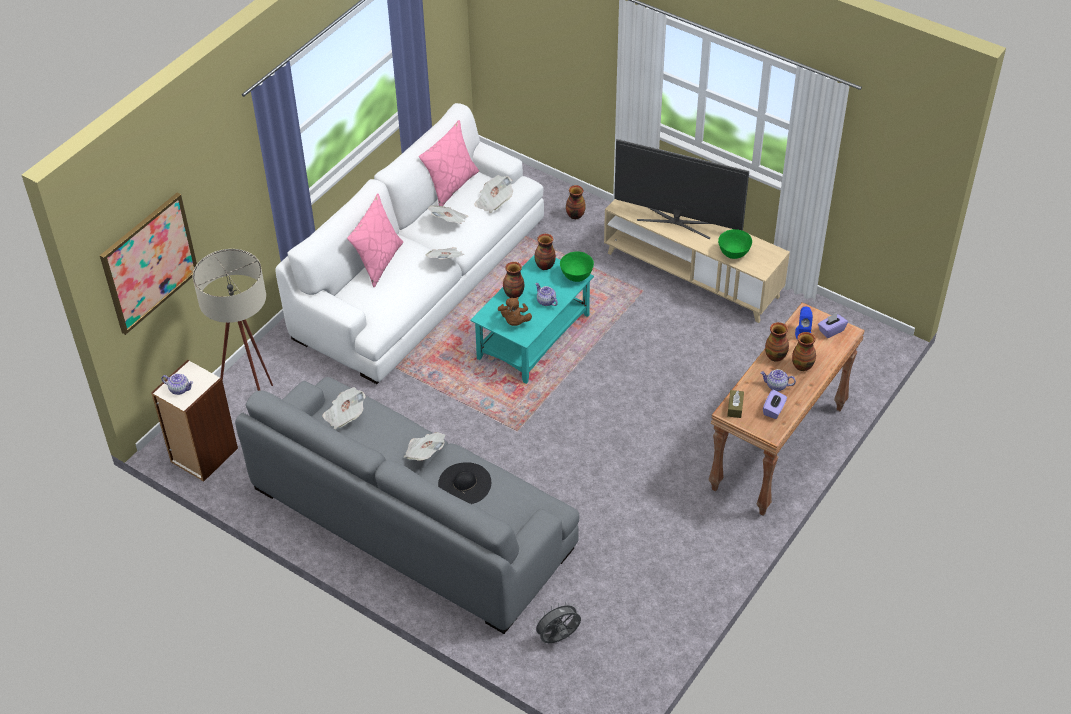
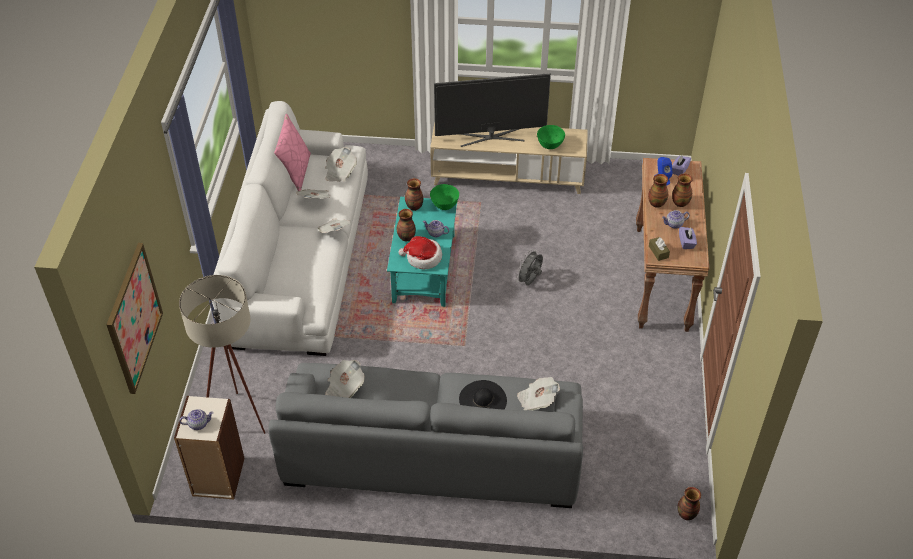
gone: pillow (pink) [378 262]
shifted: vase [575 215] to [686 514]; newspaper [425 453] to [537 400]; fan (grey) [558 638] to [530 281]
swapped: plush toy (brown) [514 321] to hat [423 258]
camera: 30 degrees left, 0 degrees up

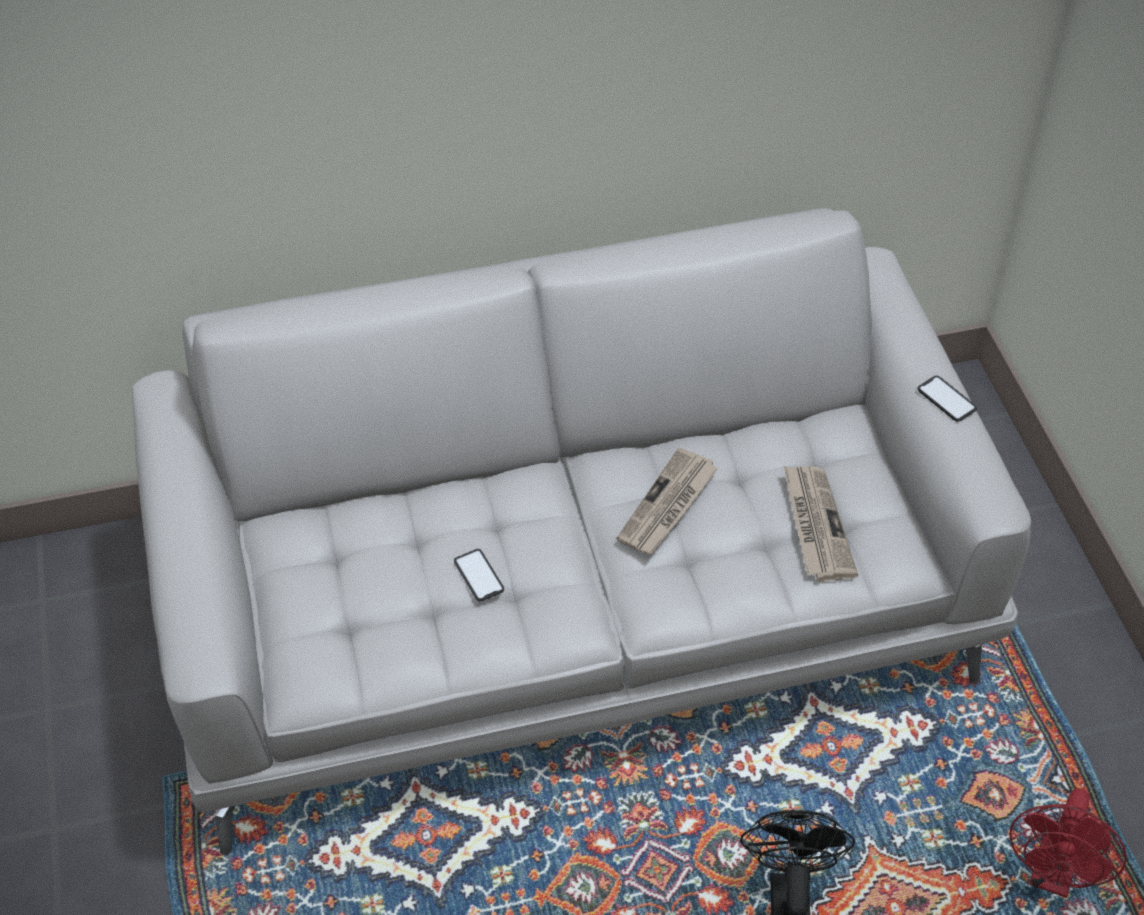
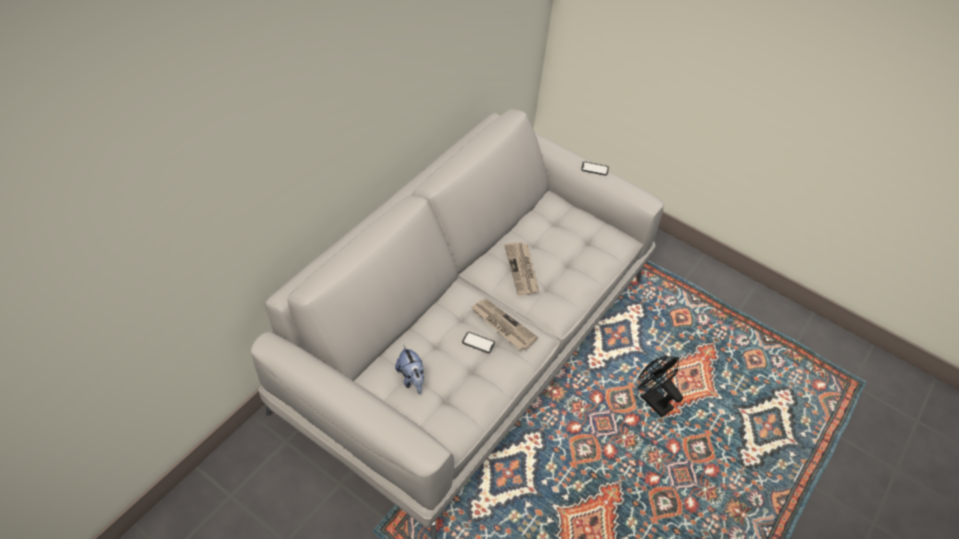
gone: fan (red) [1052 876]
new: plush toy [411 379]
shifted: newspaper [815 525] to [502 325]
camera: 45 degrees left, 0 degrees up

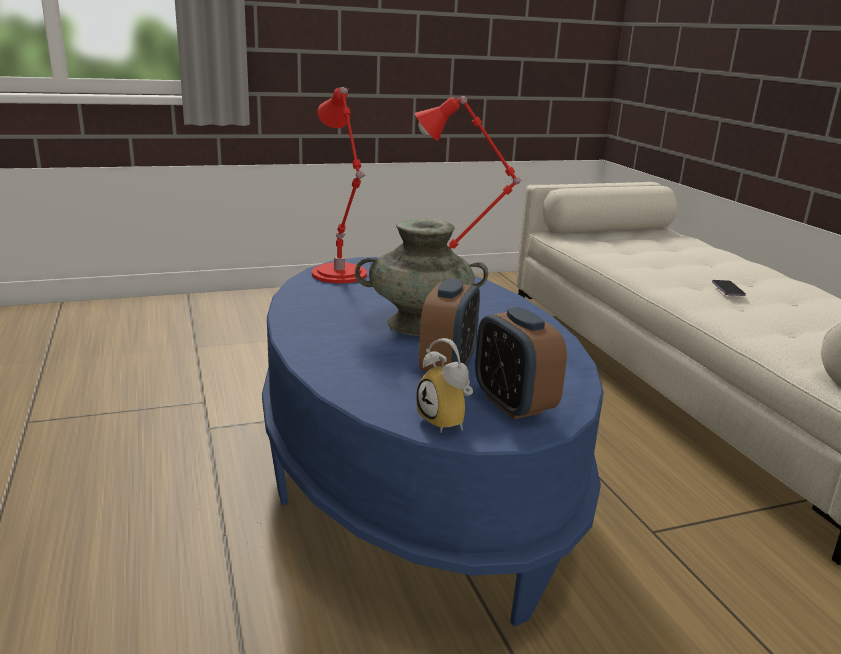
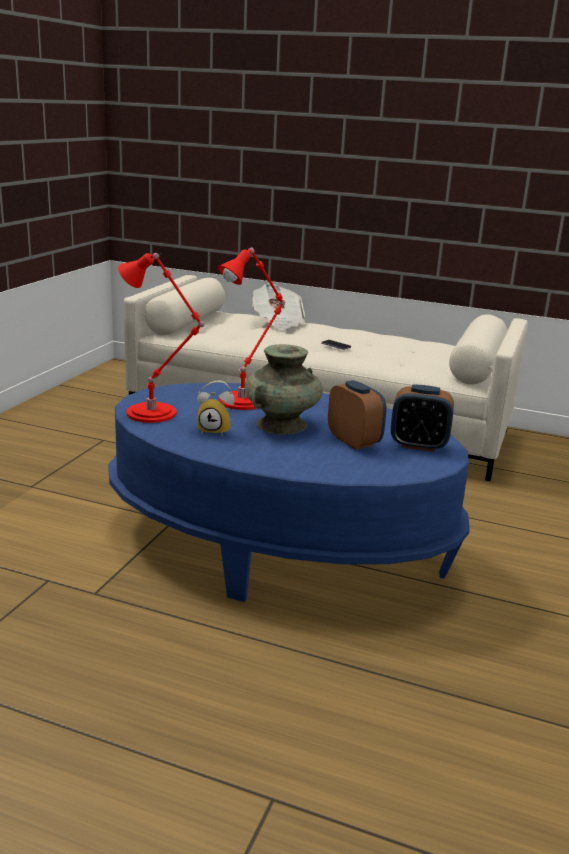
new: newspaper [278 322]
shifted: alarm clock [448 421] to [216 430]
camera: 50 degrees left, 0 degrees up

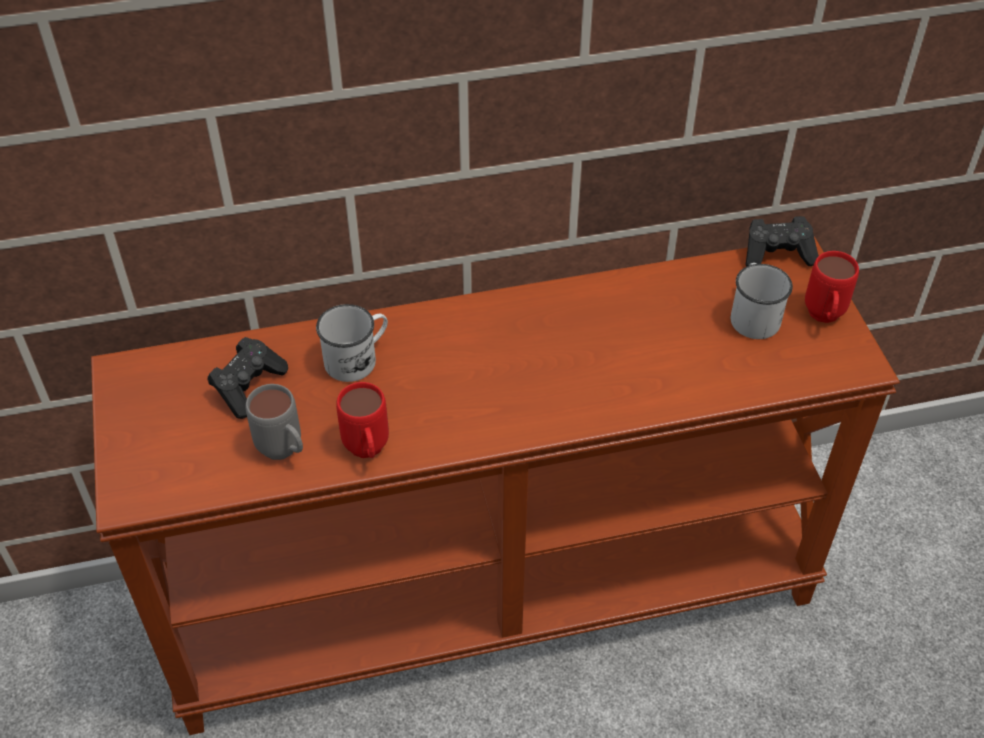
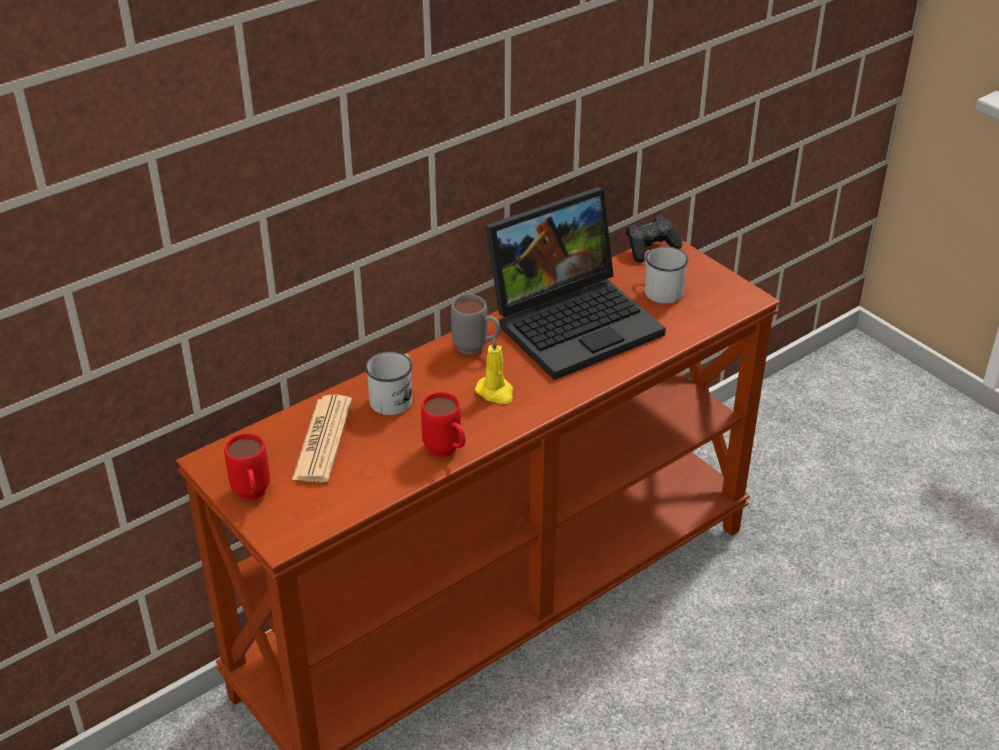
new: laptop [575 321]; candle (yellow) [495 392]
shifted: mug (red) [823 318] to [252 496]; mug (grey) [285 453] to [476 349]
swapped: game controller (black) [248 386] to newspaper [323 440]
camera: 25 degrees left, 10 degrees down

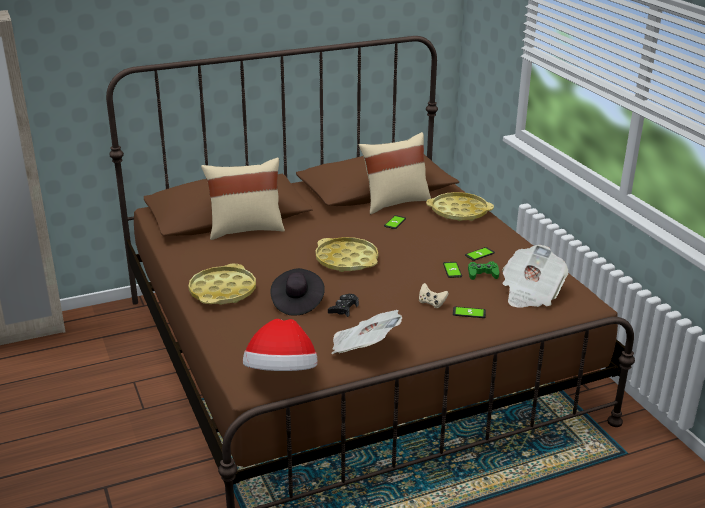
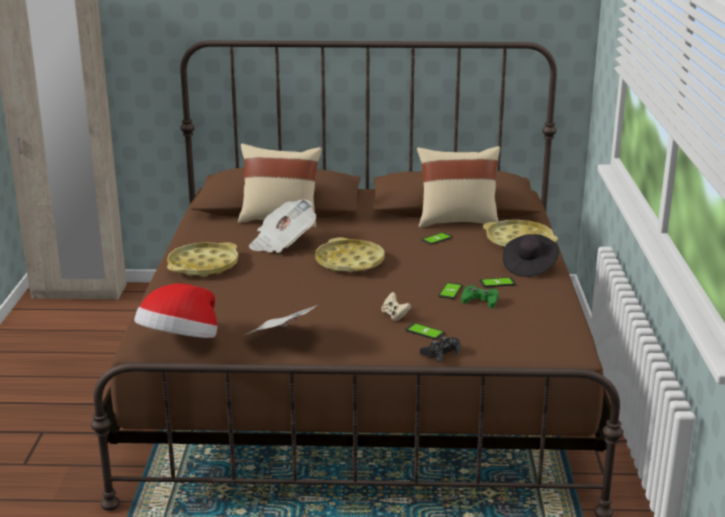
shifted: newspaper [530 293] to [282 243]; hat (black) [297 302] to [529 267]; game controller (black) [343 309] to [441 353]
camera: 25 degrees right, 5 degrees down

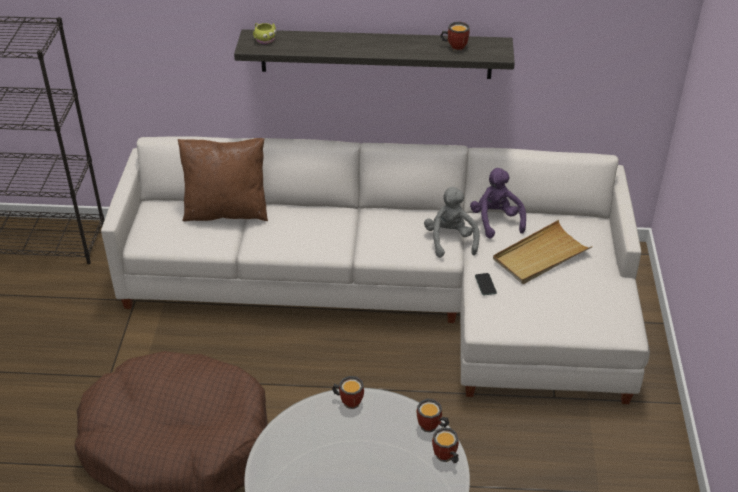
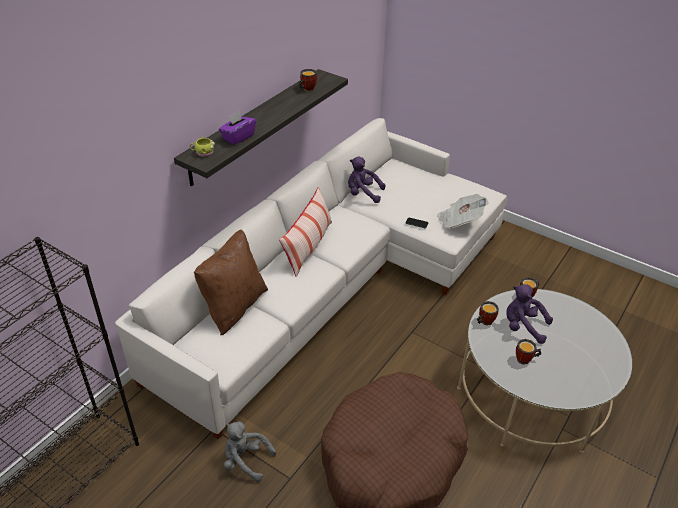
gone: tray (beige) [540 256]
new: tissue box (purple) [238 137]; pillow [308 247]; newspaper [460 220]; plush toy (purple) [523 326]
shifted: plush toy (grey) [450 240] to [245 461]; mug [445 458] to [525 360]
camera: 60 degrees left, 0 degrees up

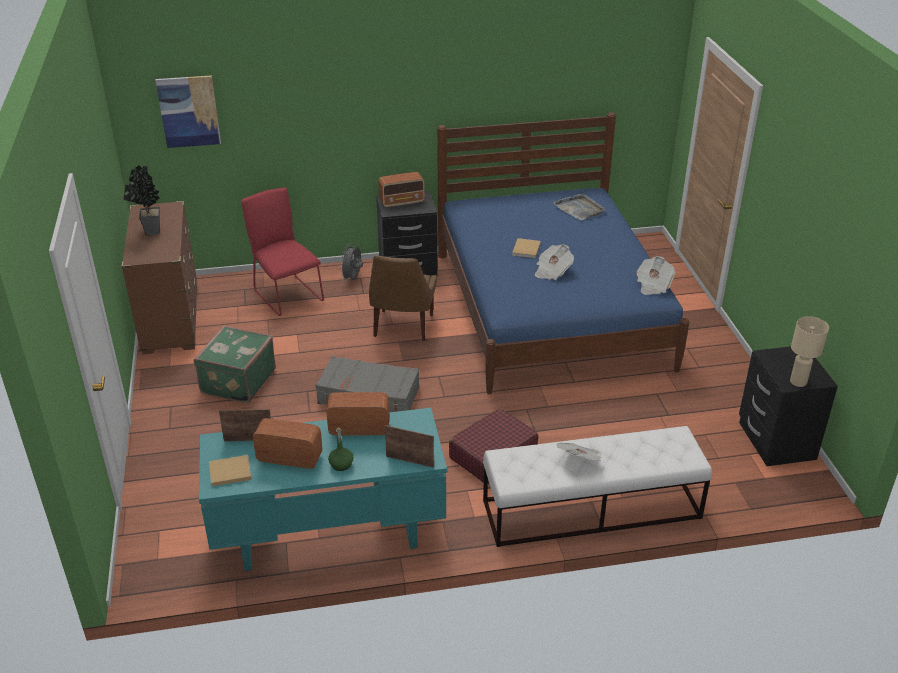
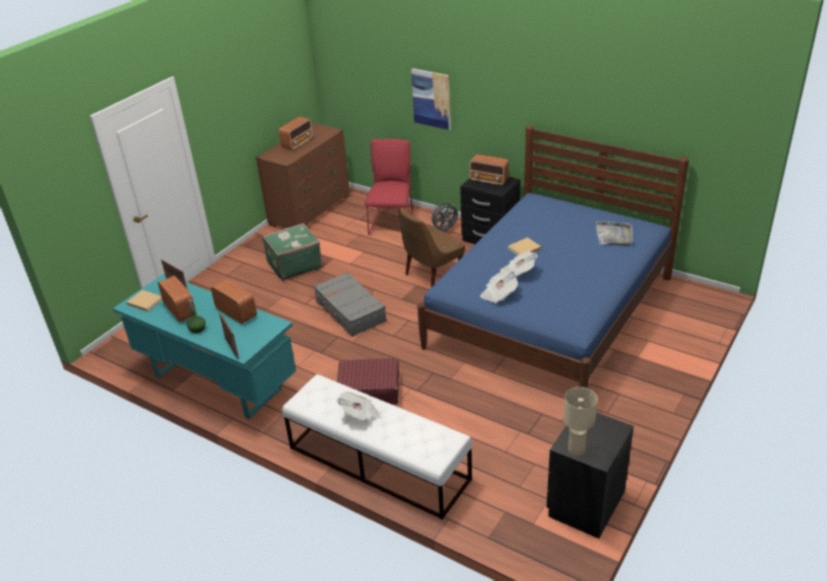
shifted: picture [189 111] to [431 99]; newspaper [653 285] to [498 294]
swapped: potted plant [151 233] to radio [298 143]
camera: 45 degrees right, 0 degrees up

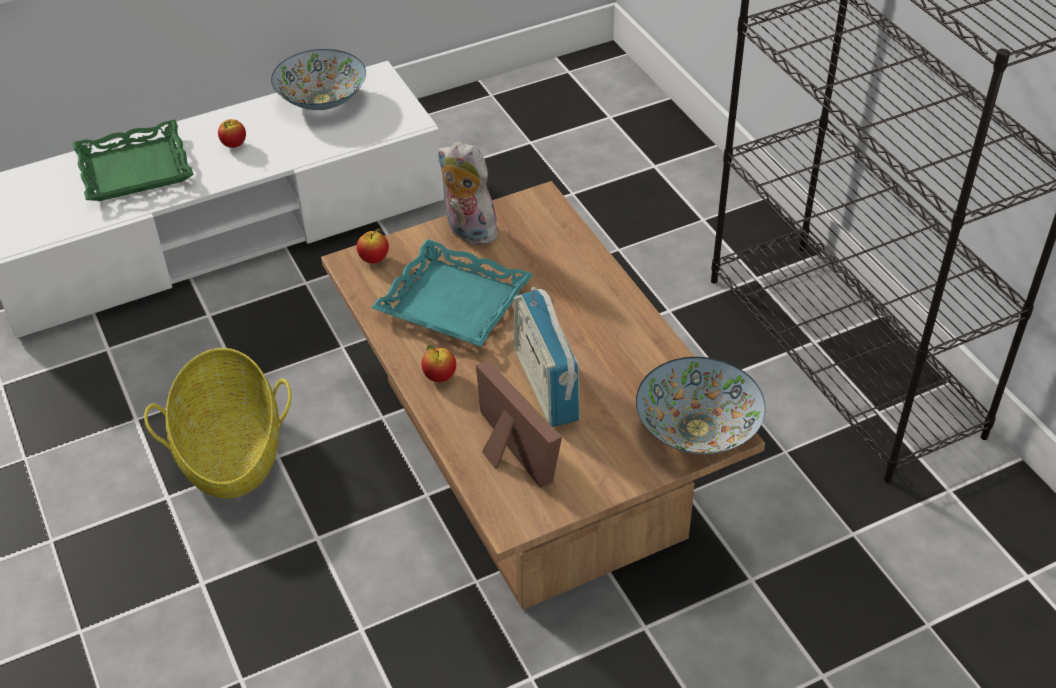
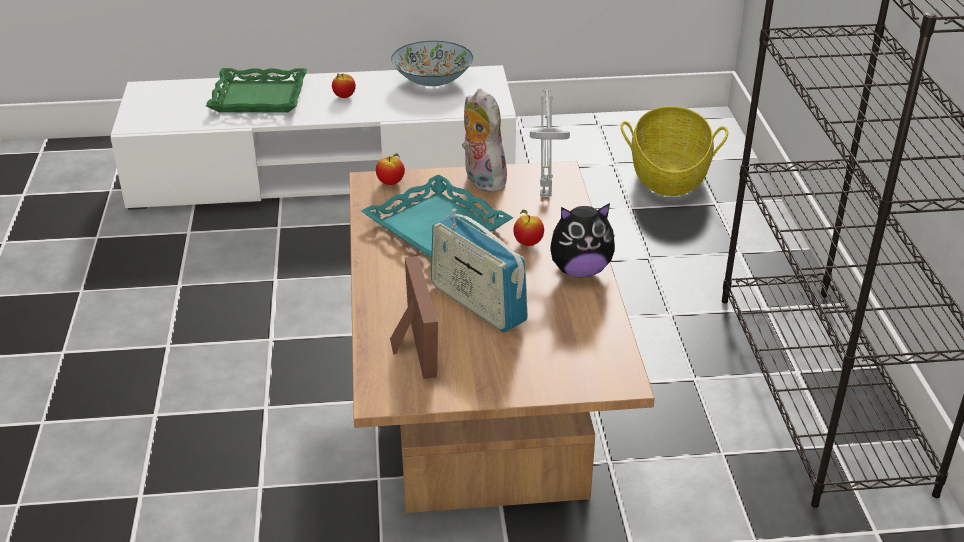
gone: bowl [697 429]
new: table lamp (grey) [545 193]; plush toy [580 270]
shifted: apple [439 377] to [528 243]; basket [230 450] to [669 174]
rotated: radio [546 385] = [478 304] 45 degrees counterclockwise
camera: 20 degrees right, 10 degrees down

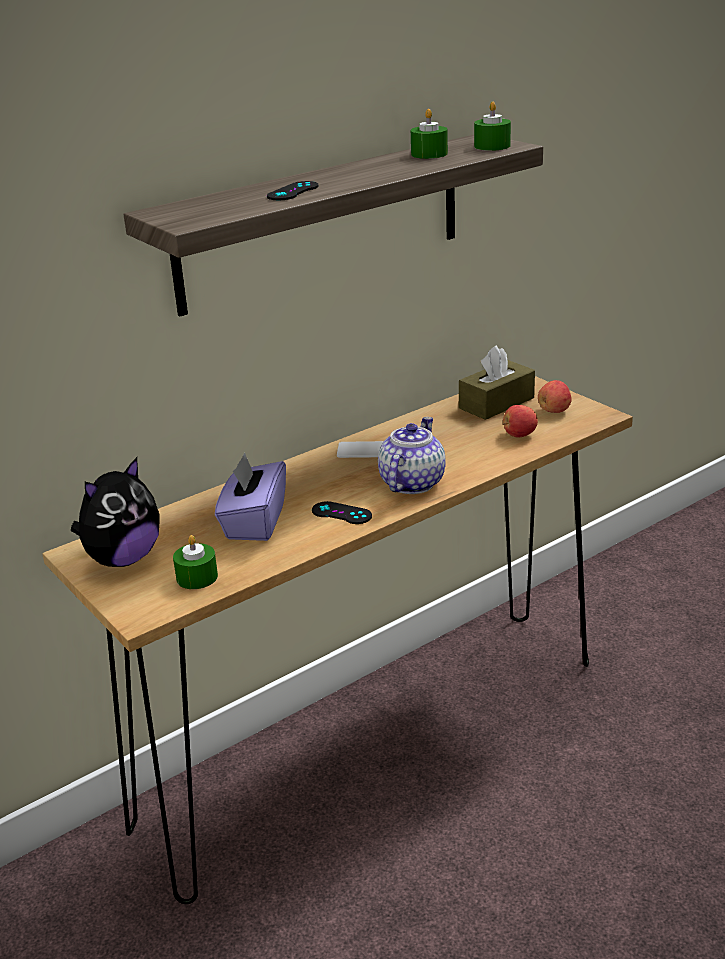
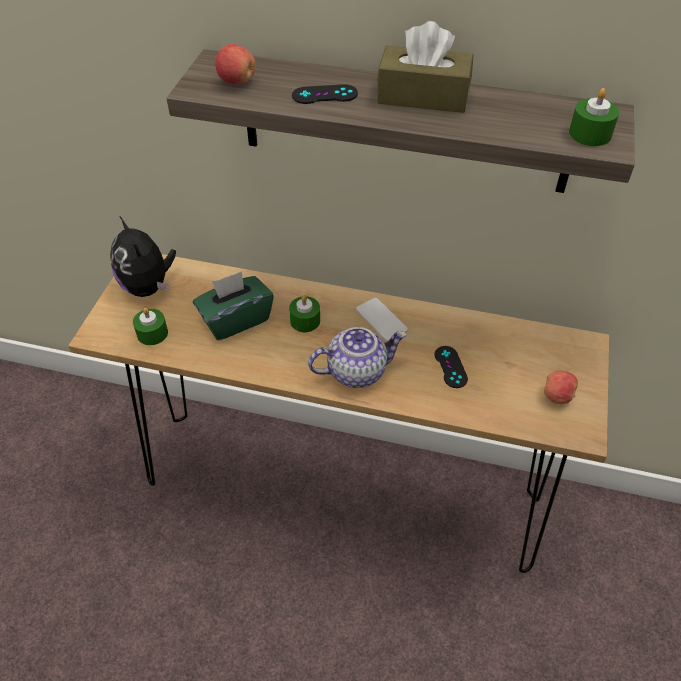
shifted: candle (green) [429 154] to [305 321]; tissue box (brown) [496 403] to [423 96]; apple [519 435] to [237 81]; game controller (black) [341 513] to [450 367]
repainted: tissue box (purple) [254 522] to tissue box (green) [235 320]
rotated: plush toy [123 559] = [148 287] 60 degrees clockwise
camera: 50 degrees right, 20 degrees up

